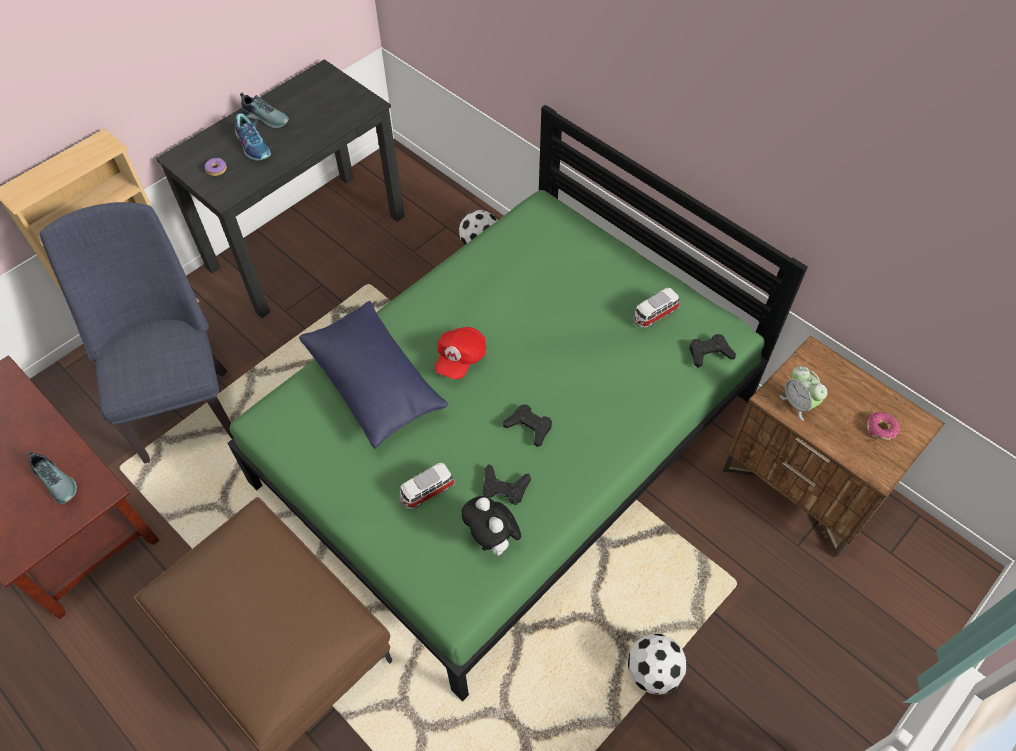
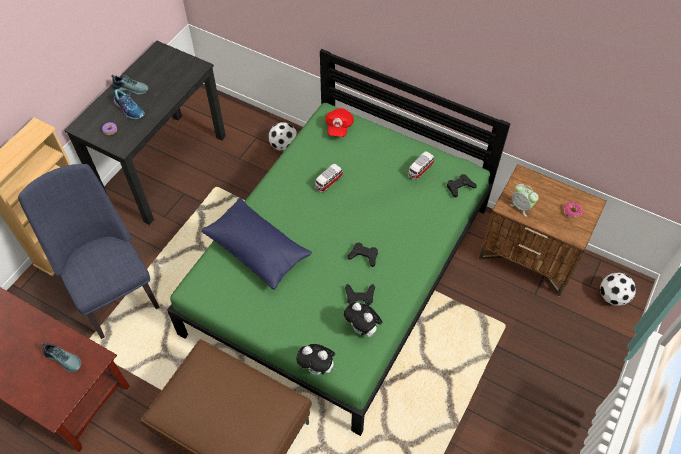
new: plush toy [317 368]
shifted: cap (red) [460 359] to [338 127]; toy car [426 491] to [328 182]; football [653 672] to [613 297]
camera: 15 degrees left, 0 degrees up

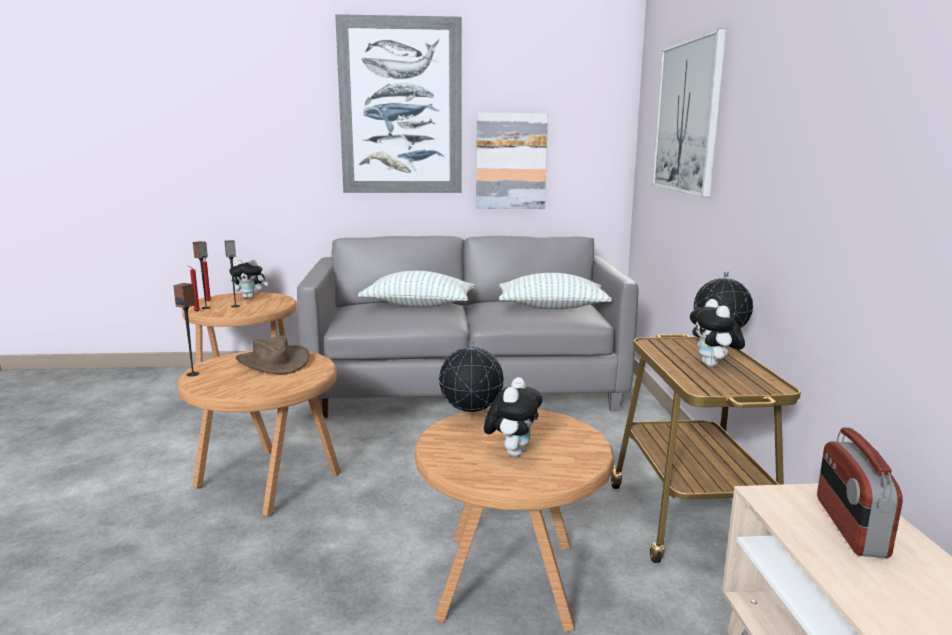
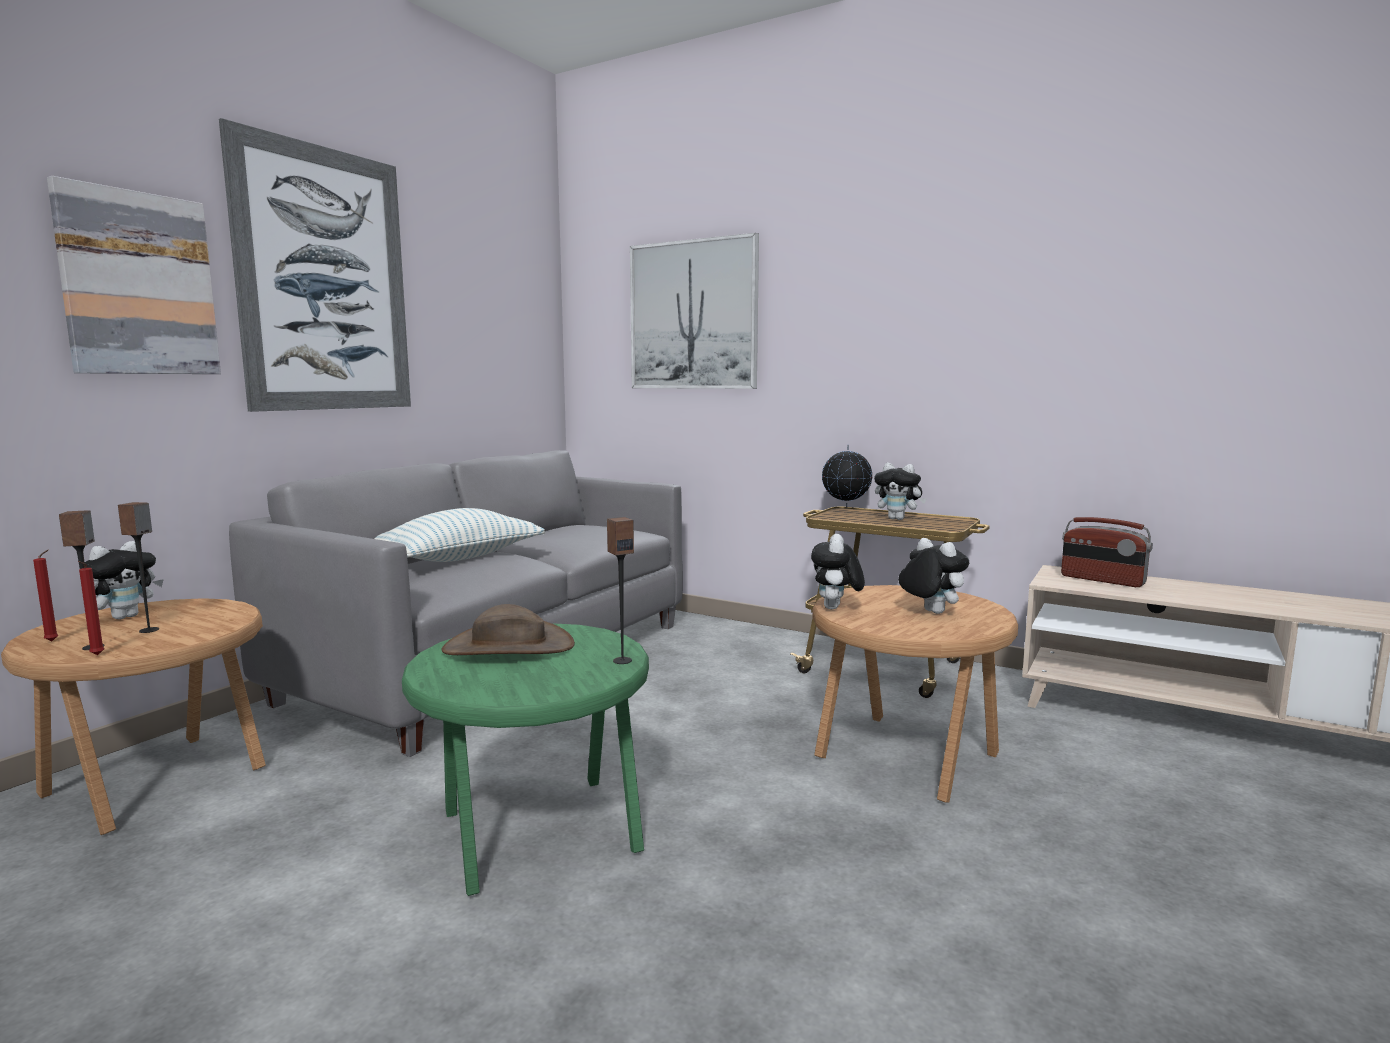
gone: pillow [552 308]
shifted: picture [511 161] to [138 284]; speaker [193 374] to [622 660]
swapped: globe [470 418] to plush toy [835 608]
repainted: side table (brown) [267 480] to side table (green) [535 832]
camera: 55 degrees left, 5 degrees down

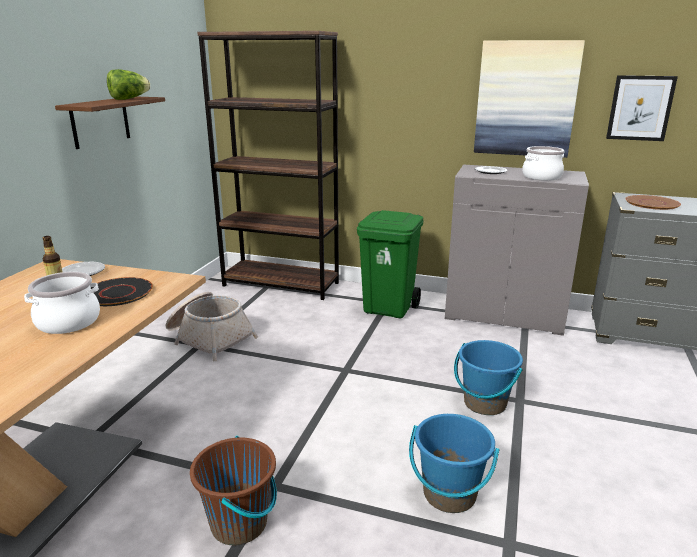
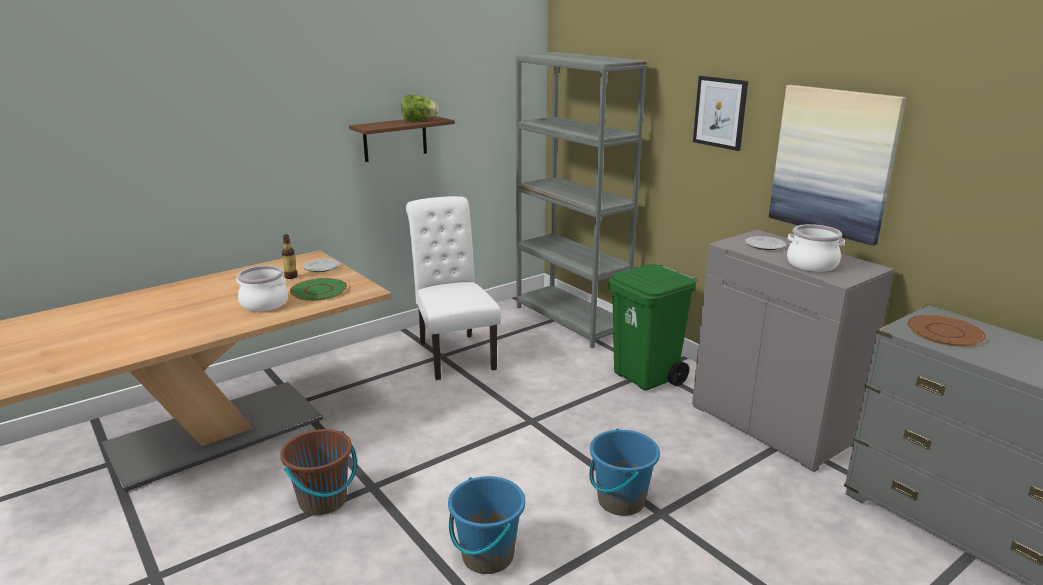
shifted: picture [640 108] to [720 112]
swapped: basket [209 338] to chair (white) [454 353]
repainted: bookcase (brown) [281 284] to bookcase (grey) [570 320]; plate (black) [118 293] to plate (green) [319 290]
camera: 35 degrees right, 0 degrees up

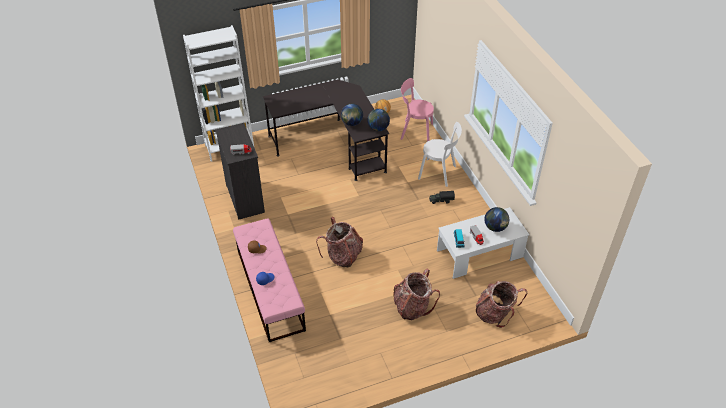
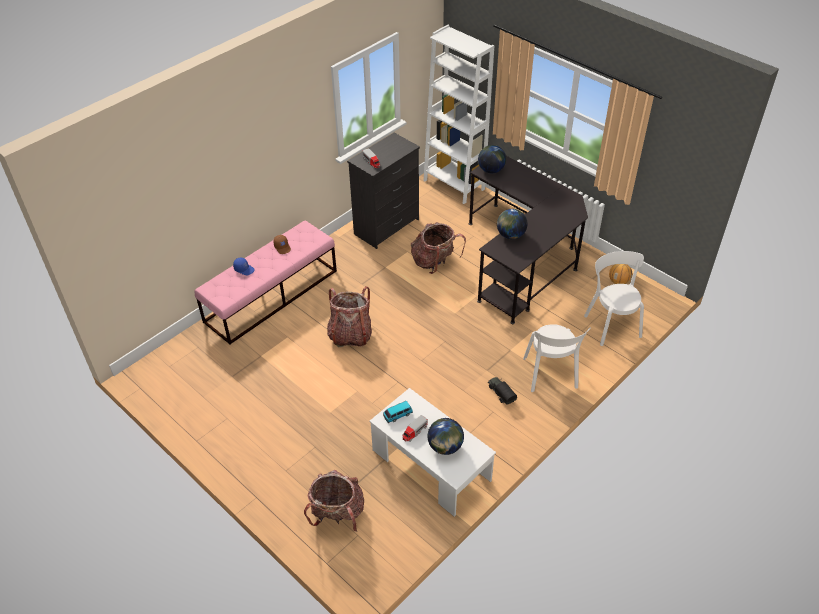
shifted: globe [378 128] to [491 170]; backpack [412 307] to [434 262]
repainted: chair (pink) [415 131] to chair (white) [611 324]
camera: 65 degrees right, 0 degrees up

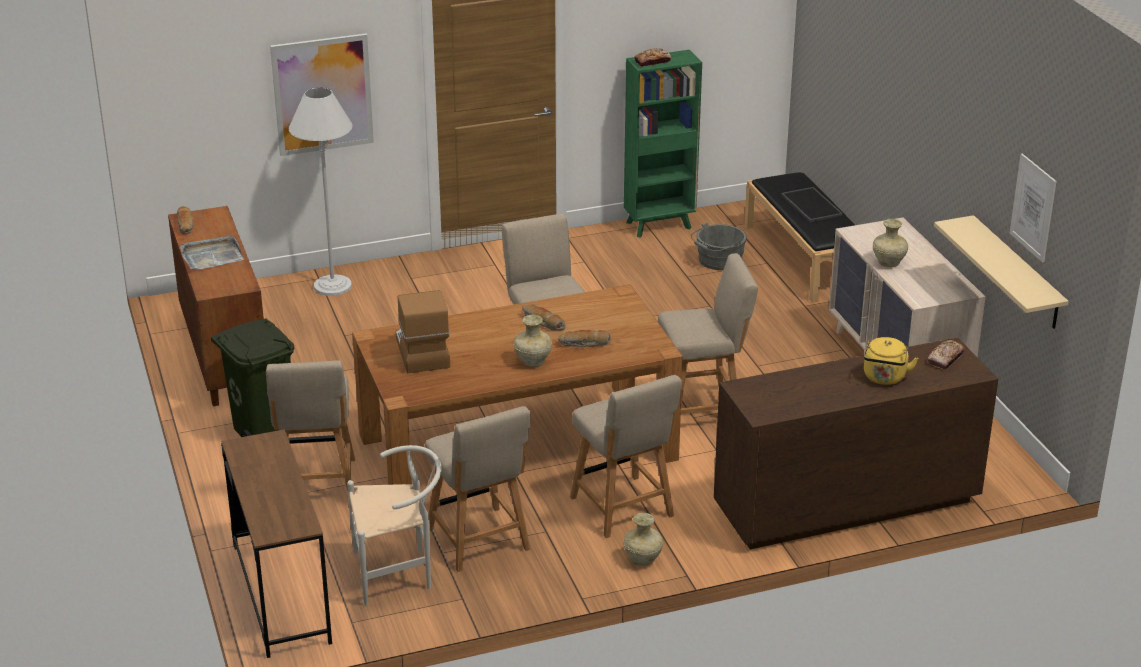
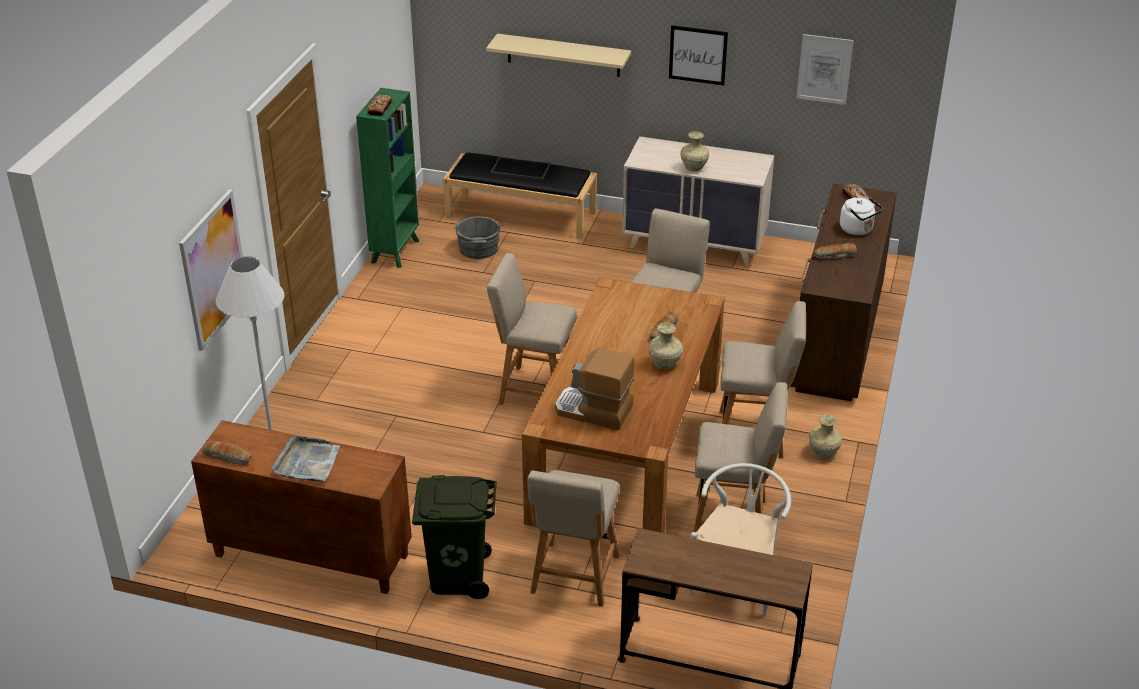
new: picture [698 55]
shifted: shelf (beige) [1017 273] to [563 55]; bread [542 322] to [835 256]
repainted: kettle (yellow) [884 378] to kettle (white) [858 230]
rotated: chair (beige) [317 485] = [574 578] 75 degrees clockwise
camera: 55 degrees left, 5 degrees up

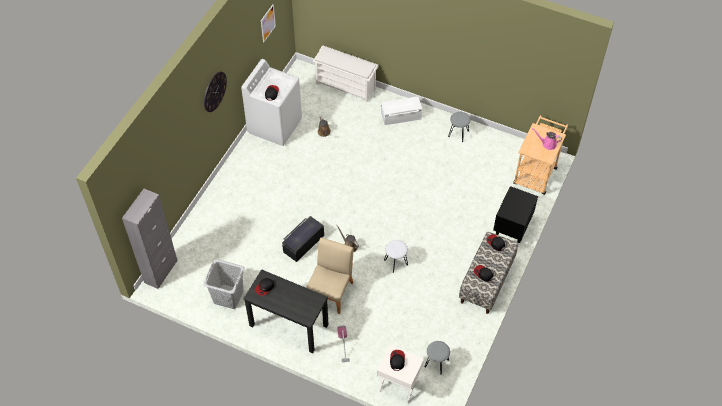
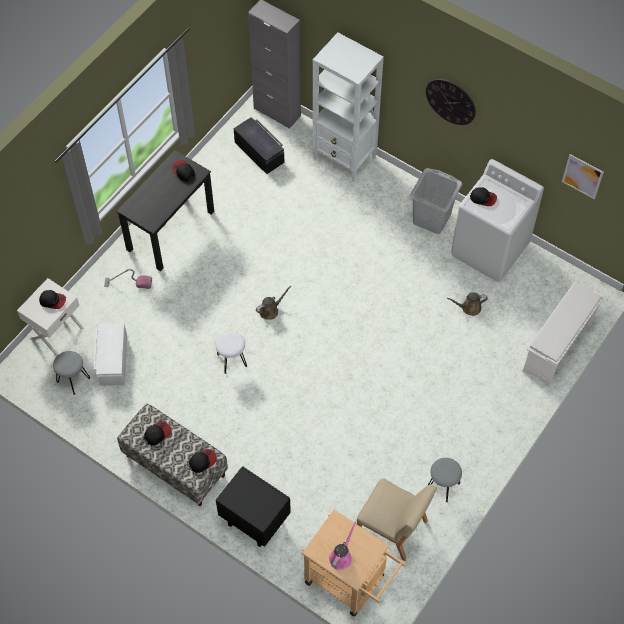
new: bookcase (white) [345 158]
shifted: storage box (white) [401 116] to [112 360]; storage box (black) [303 243] to [260 152]; chair (beige) [331 292] to [392 528]; laundry basket (grey) [228 296] to [432 218]
camera: 100 degrees right, 5 degrees up

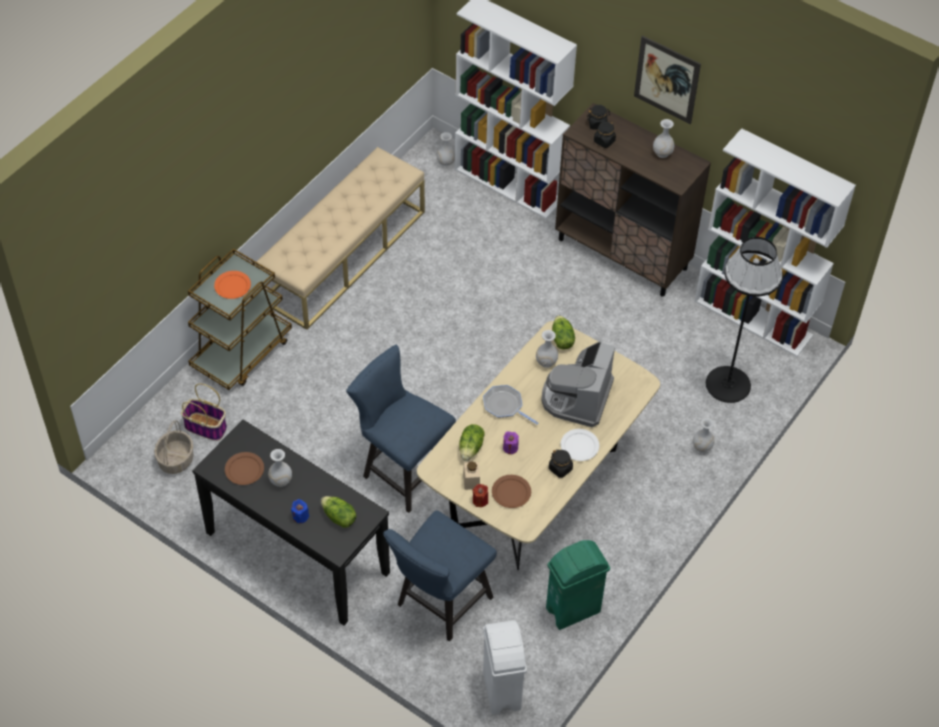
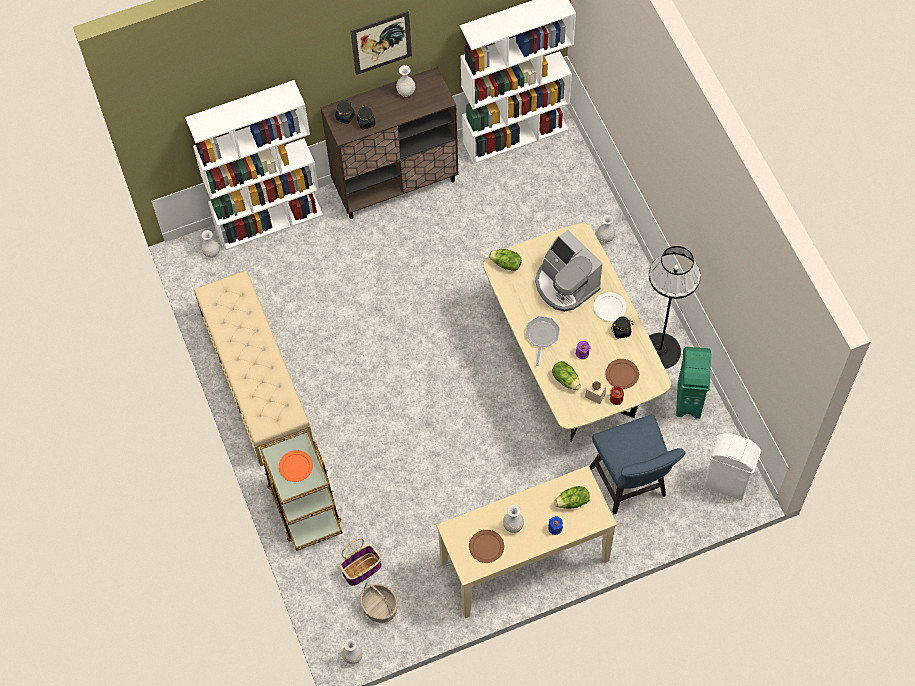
gone: chair (blue) [402 469]
shifted: floor lamp (black) [728 384] to [660 350]; vase (white) [546 362] to [352 657]
repainted: console table (black) [297 553] to console table (beige) [525 561]
rotated: frying pan [505 406] = [542 336] 120 degrees clockwise
camera: 55 degrees left, 10 degrees up

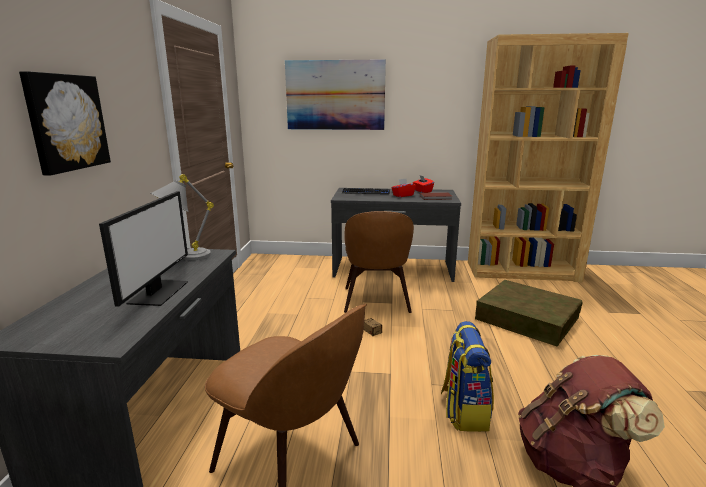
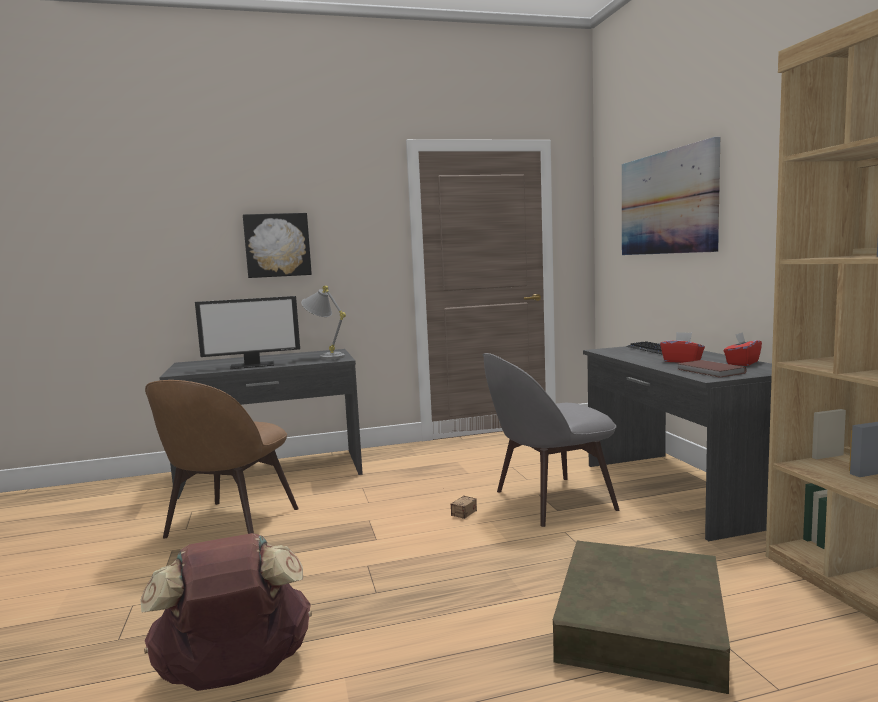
gone: backpack [464 410]
repainted: chair (brown) [376 301] to chair (grey) [549 501]
camera: 70 degrees right, 10 degrees down

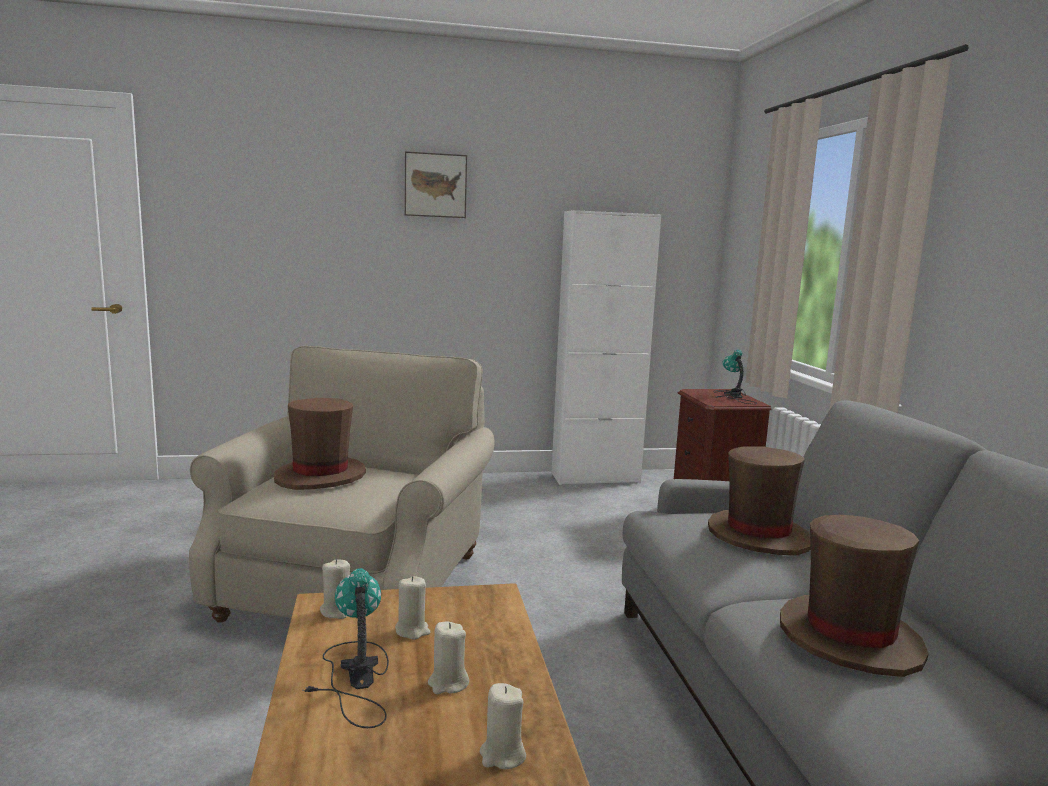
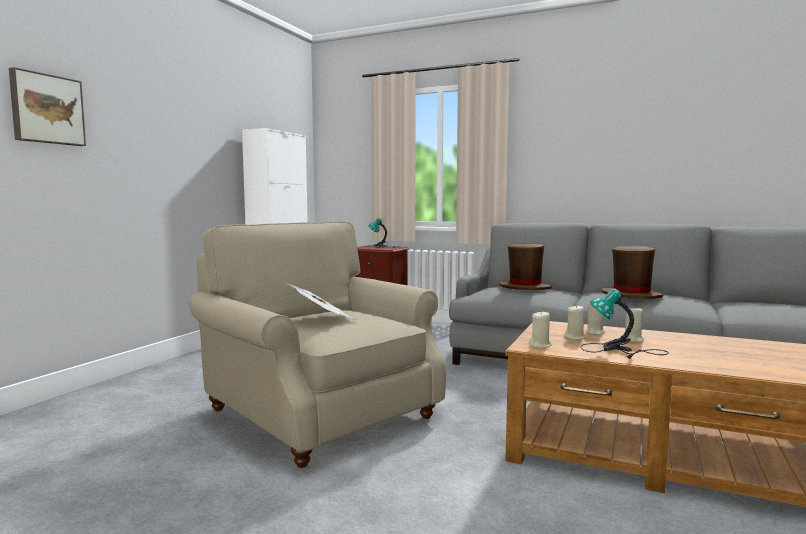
shifted: picture [435 185] to [47 109]; candle (beige) [502 755] to [595 332]
swapped: hat (brown) [321 476] to newspaper [322 320]
camera: 55 degrees left, 5 degrees down

